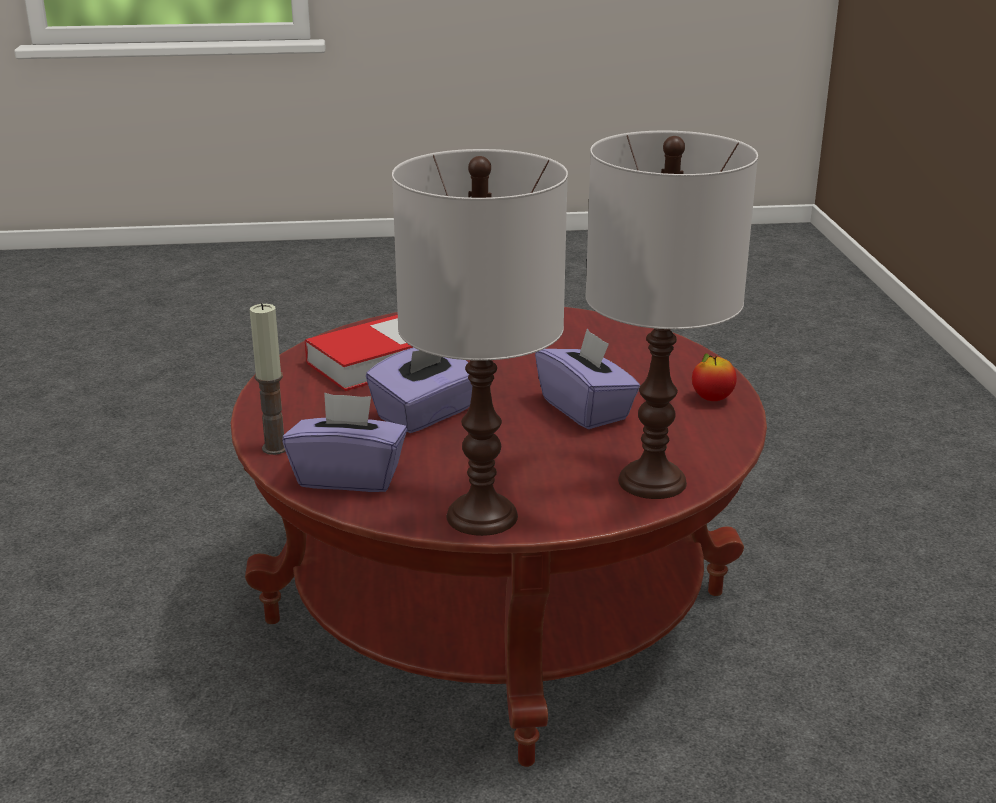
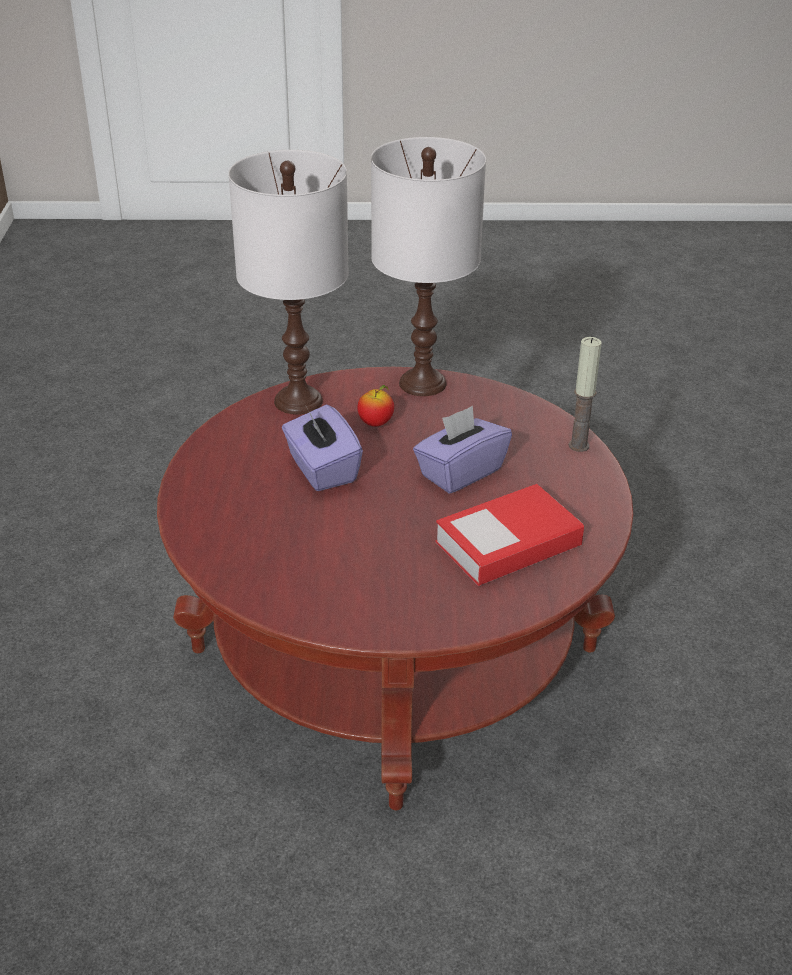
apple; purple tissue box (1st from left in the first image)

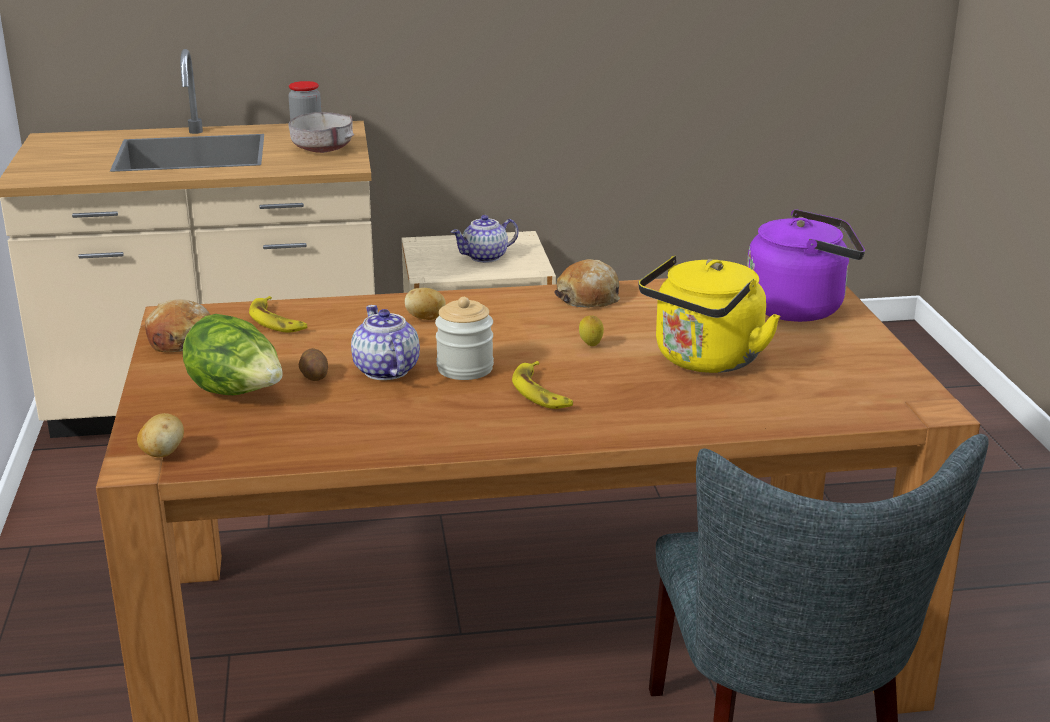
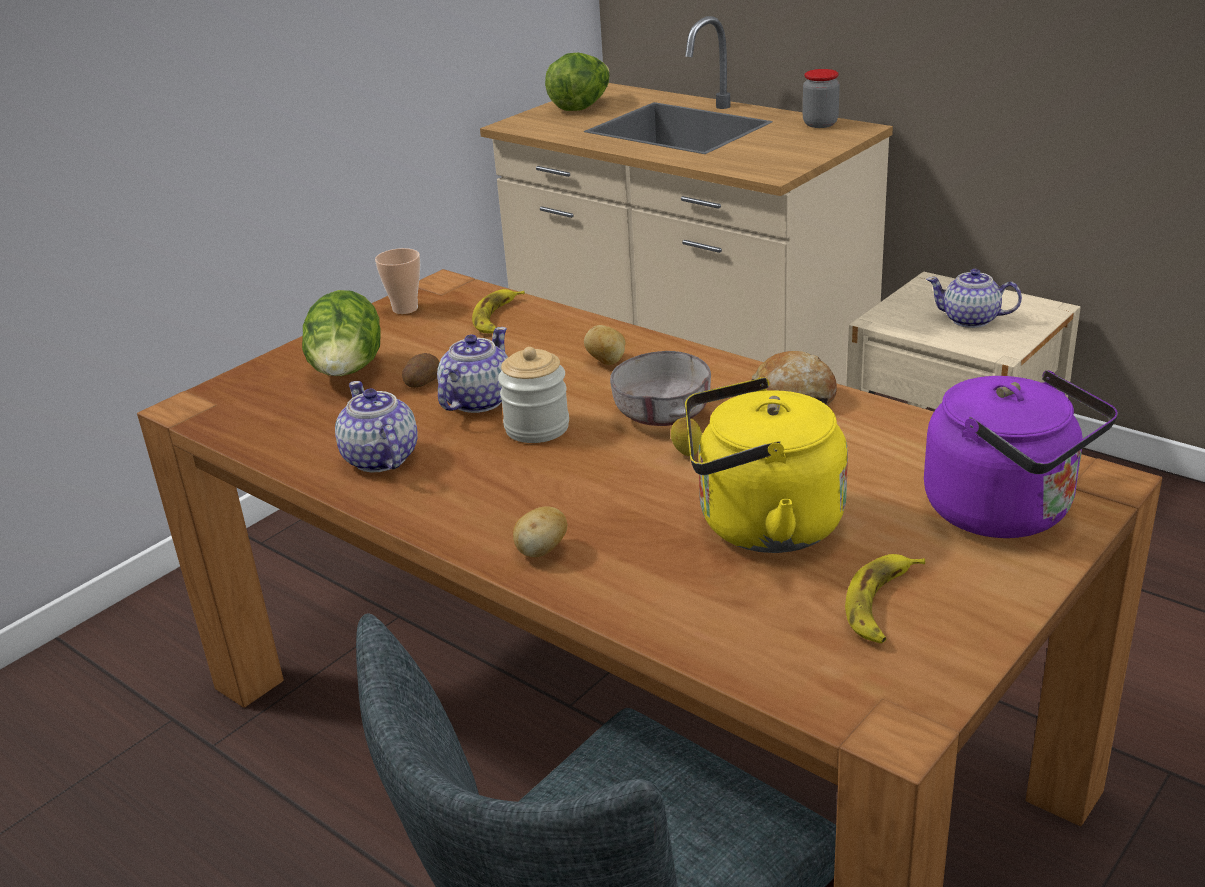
grey bowl; cup; banana (2nd from left); potato (2nd from left); lettuce (2nd from left); teapot (1st from left)

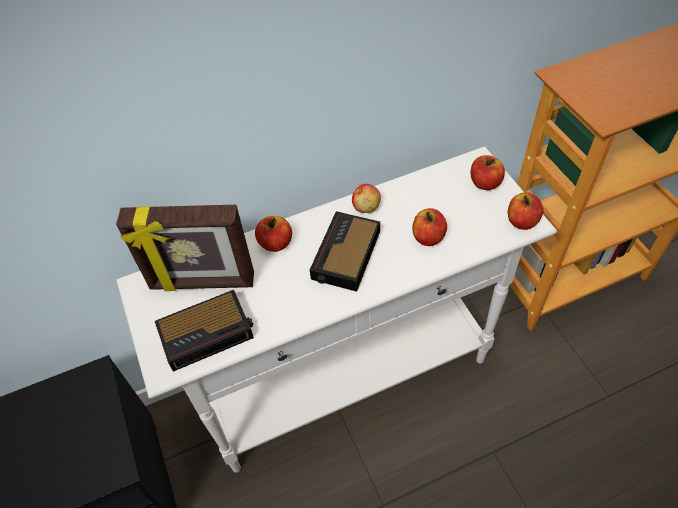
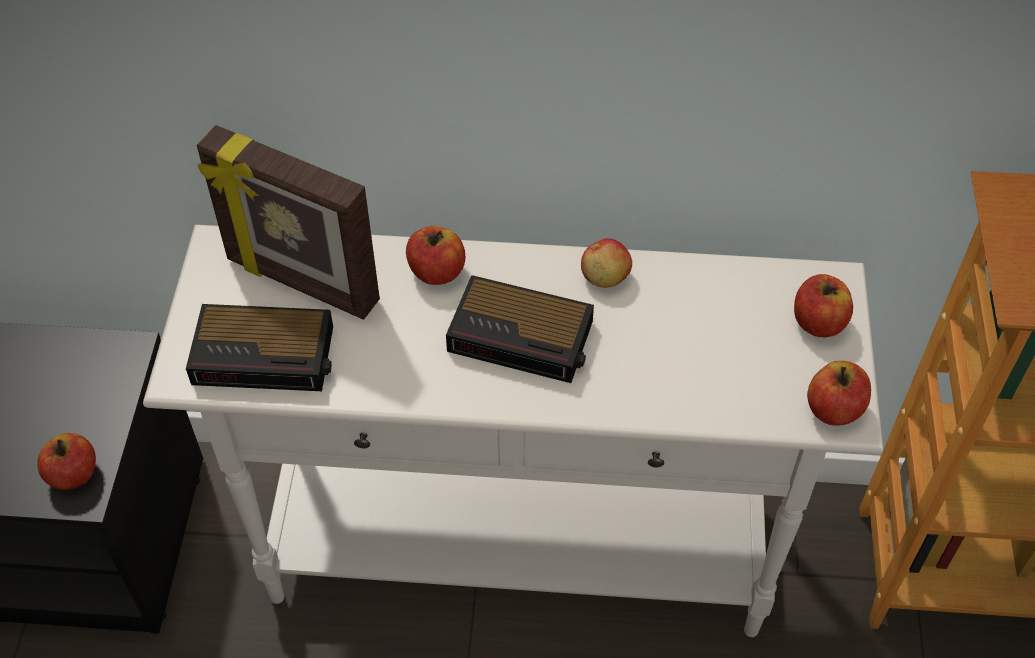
apple (1st from left); alarm clock (2nd from left)

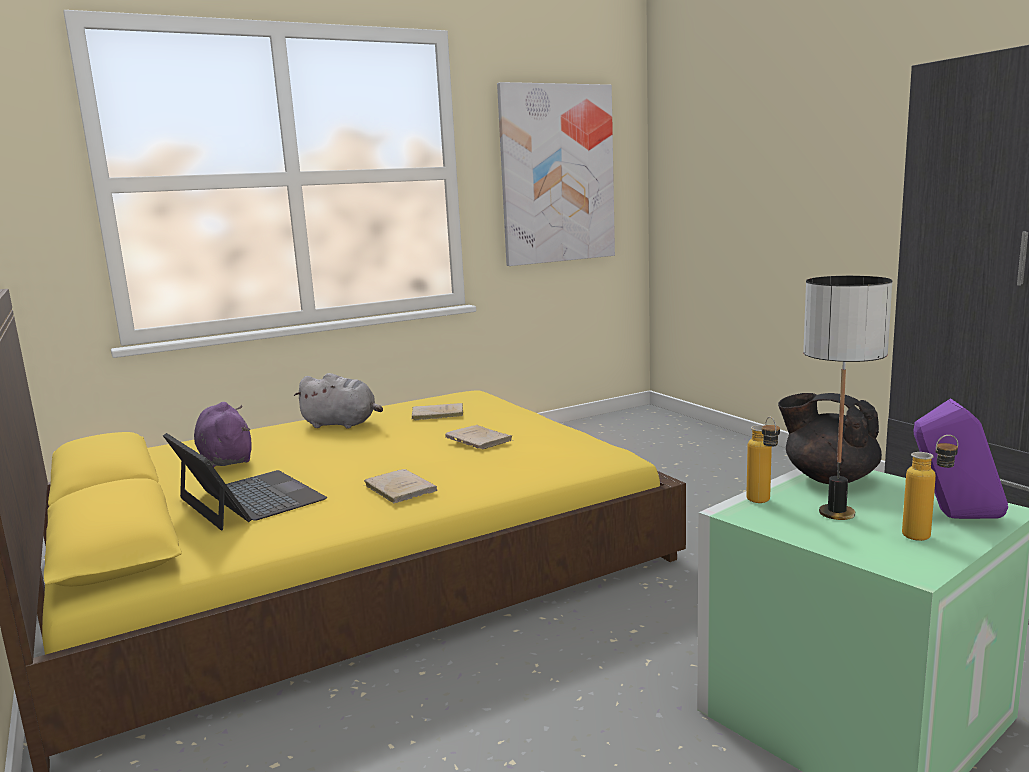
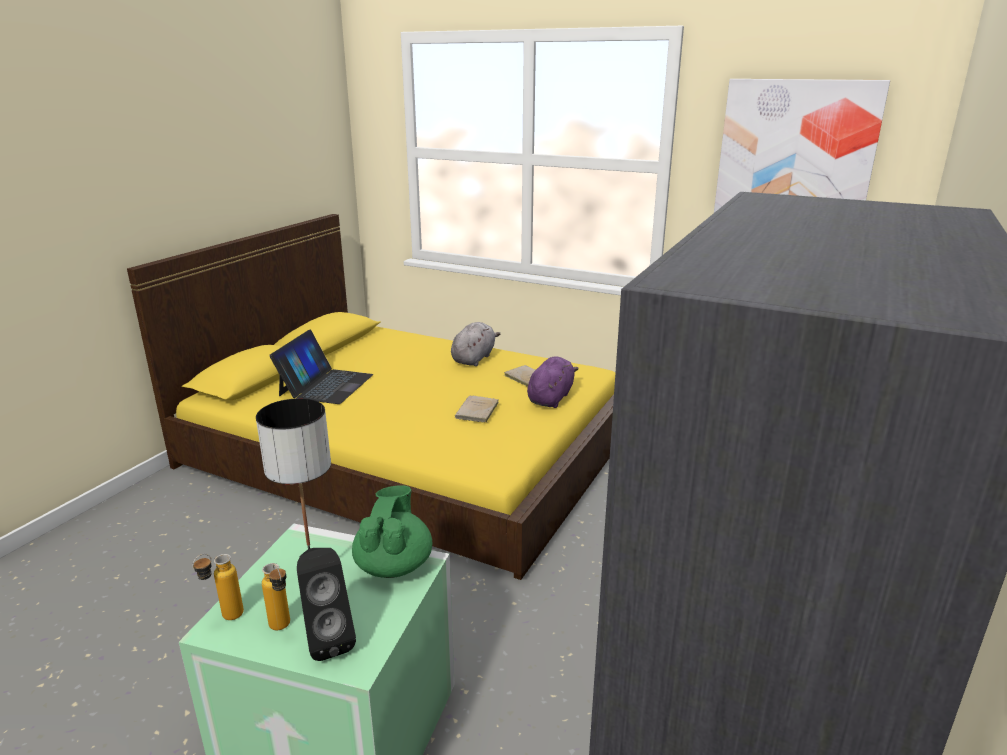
grey plush toy; green teapot; black speaker; purple plush toy; bottle (1st from left); beige book (1st from left in the first image)

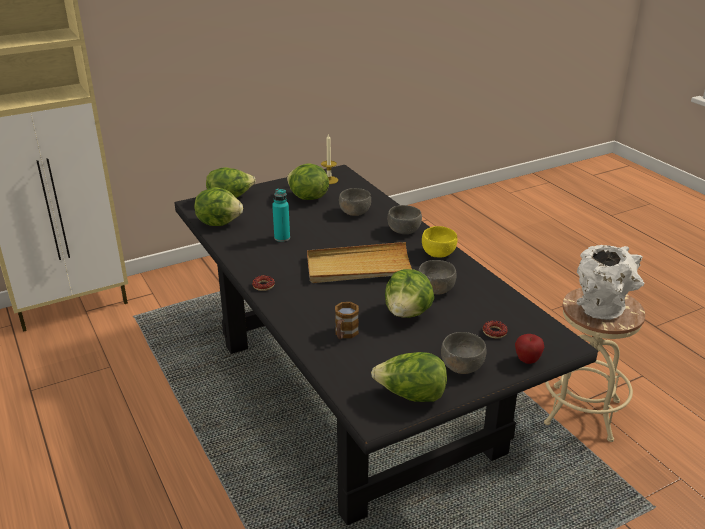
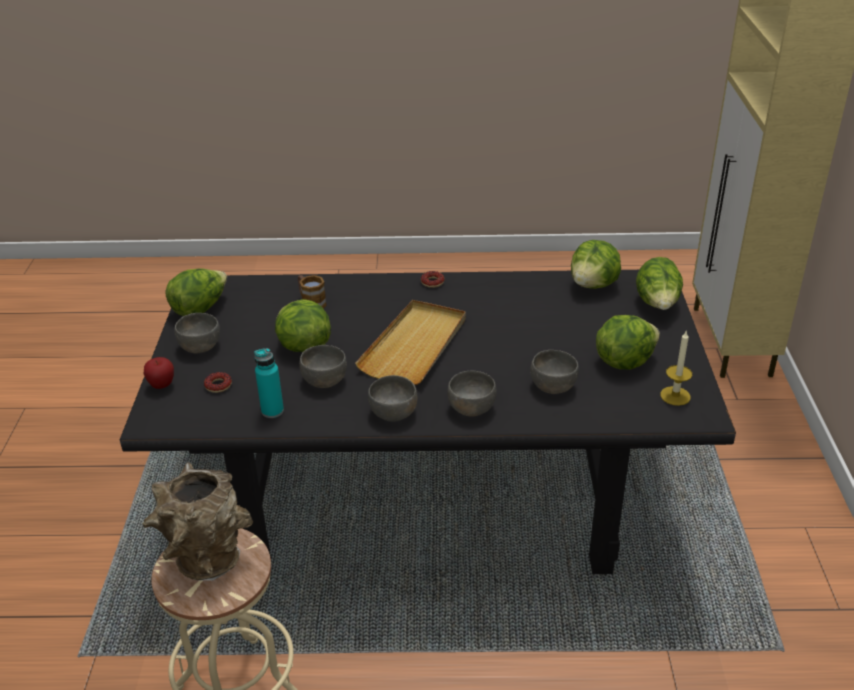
turquoise bottle; grey bowl (3rd from left); brown vase

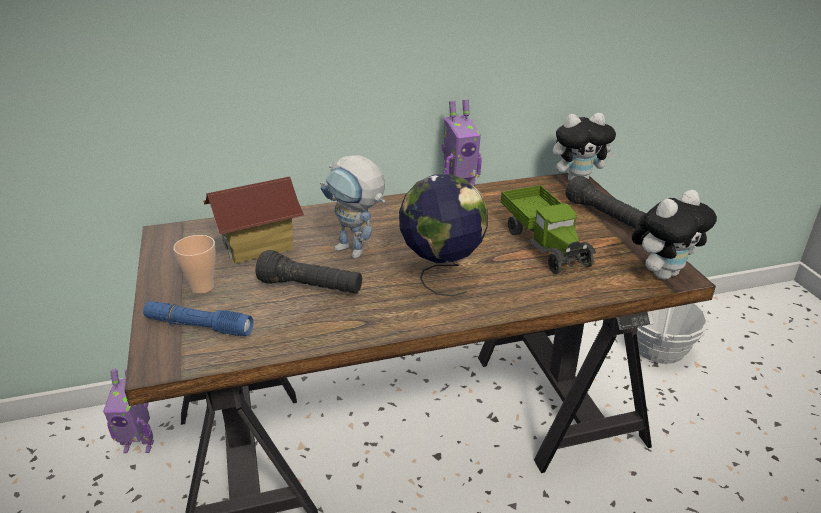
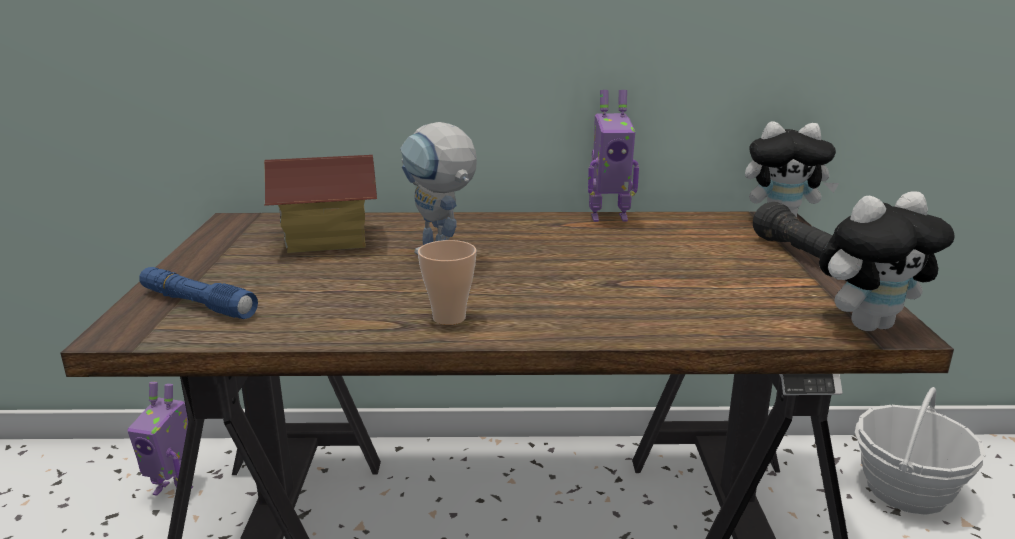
globe; toy truck; cup; black flashlight (1st from left in the first image)

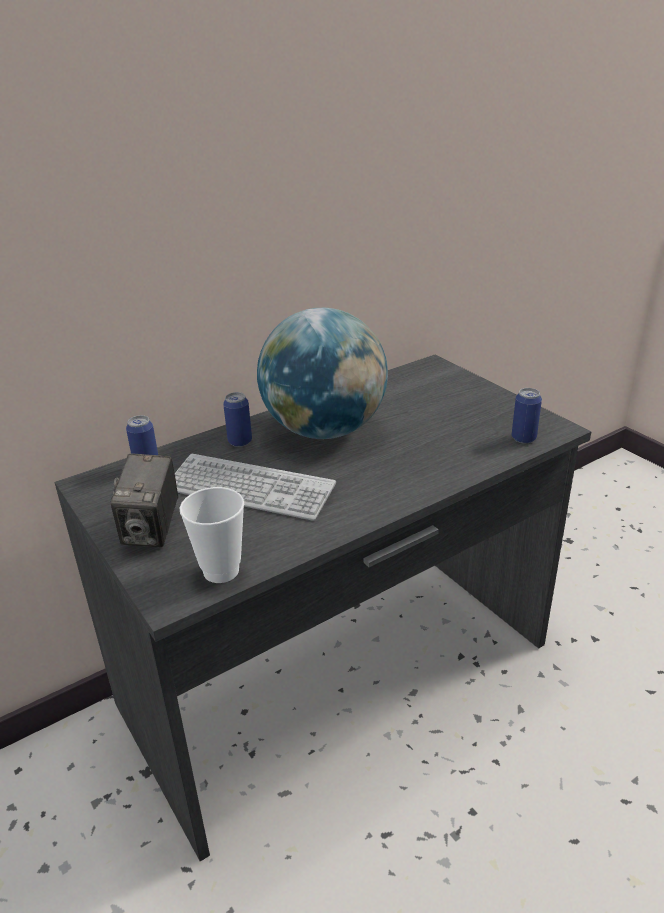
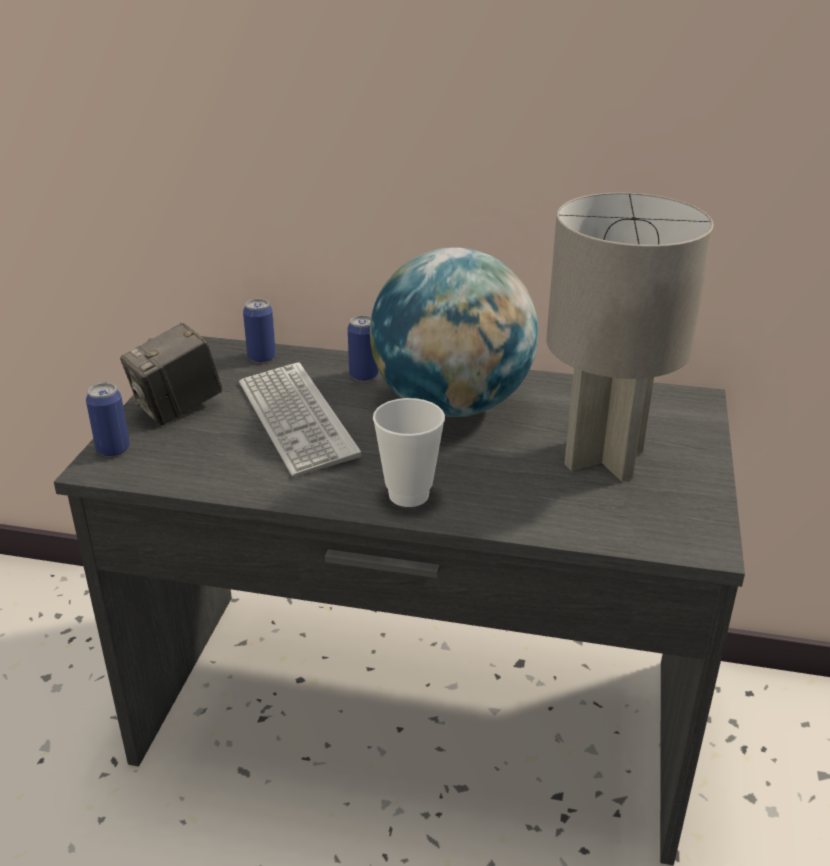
can (1st from left); cup; grey table lamp

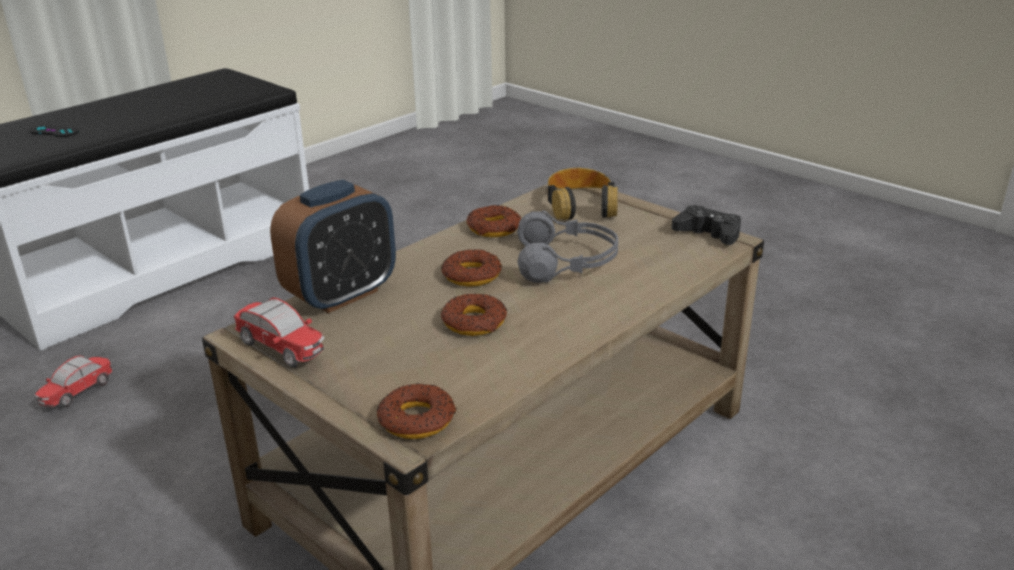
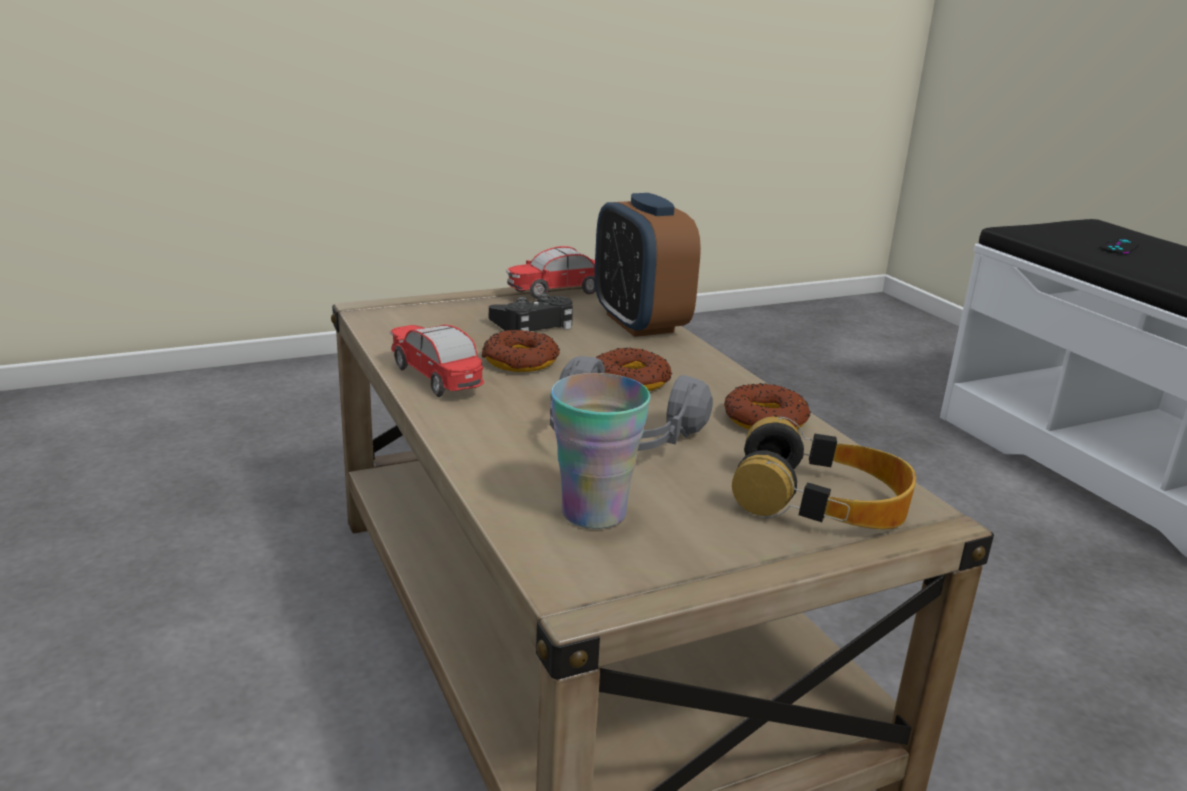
black game controller (1st from left); toy car (1st from left); donut (1st from left in the first image); cup

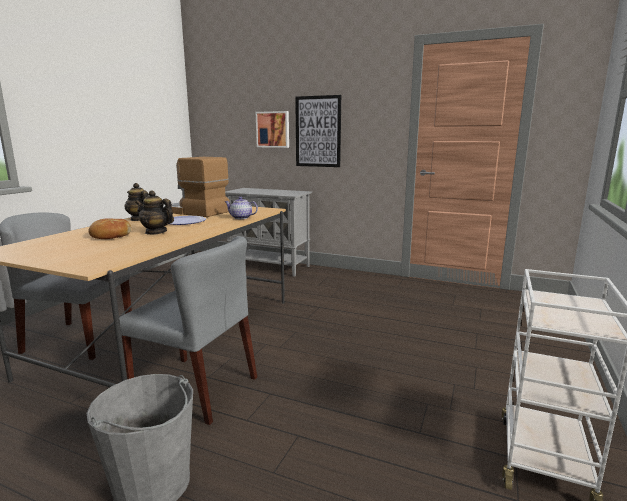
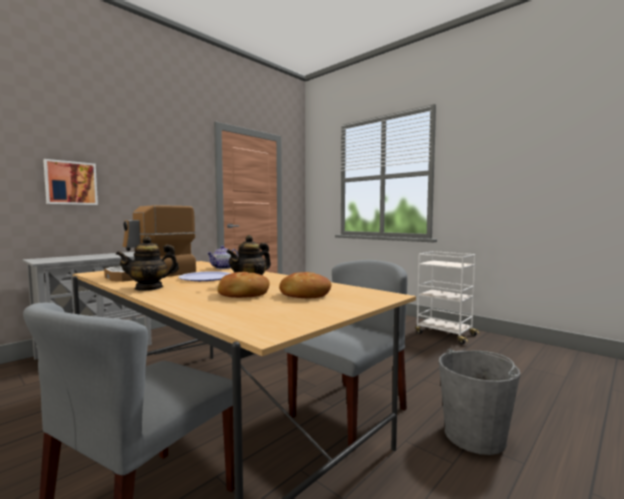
picture (2nd from left in the first image); bread (2nd from left)

